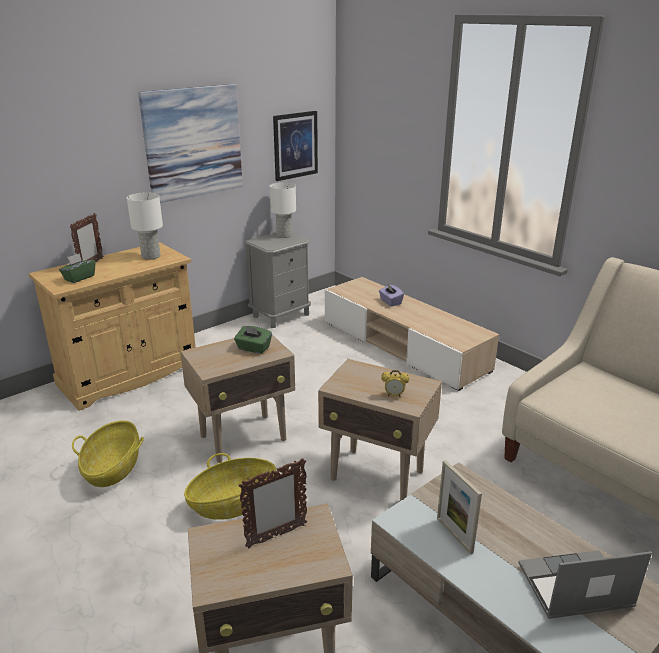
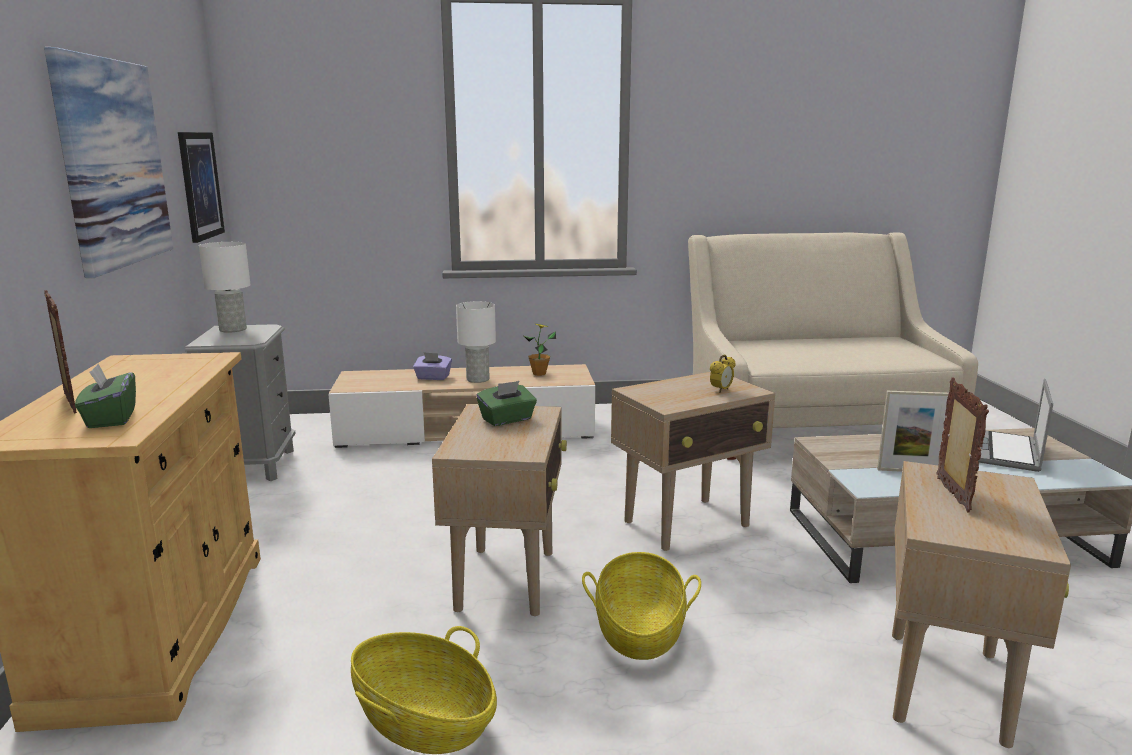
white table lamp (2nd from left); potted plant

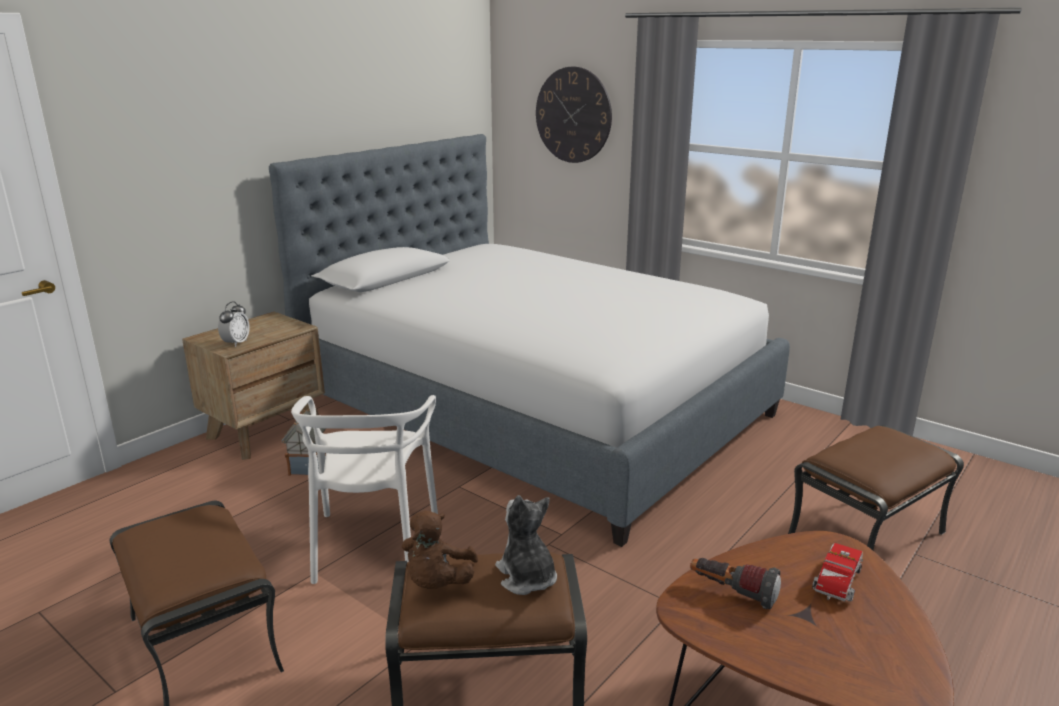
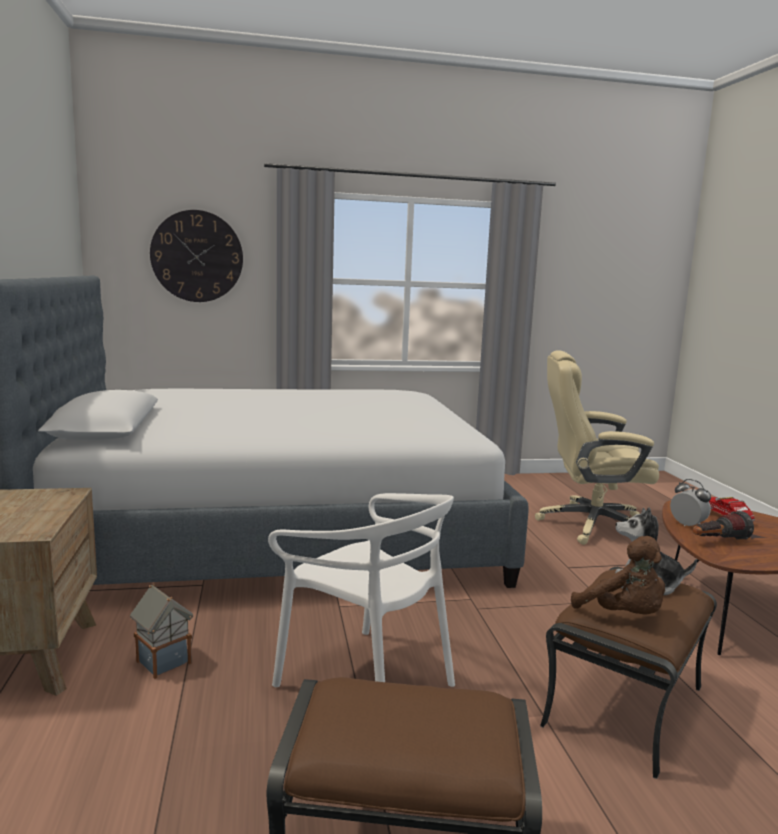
alarm clock; beige office chair

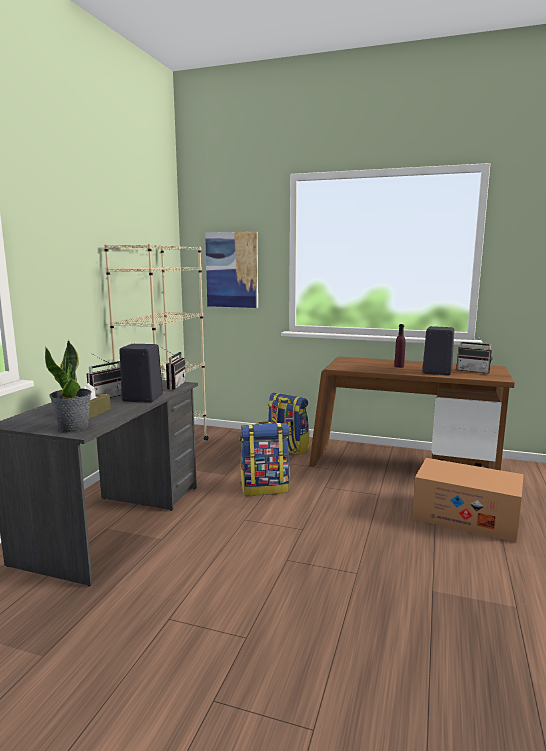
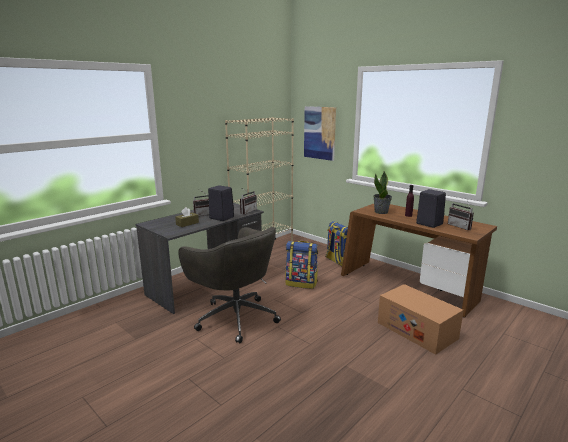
potted plant; grey office chair

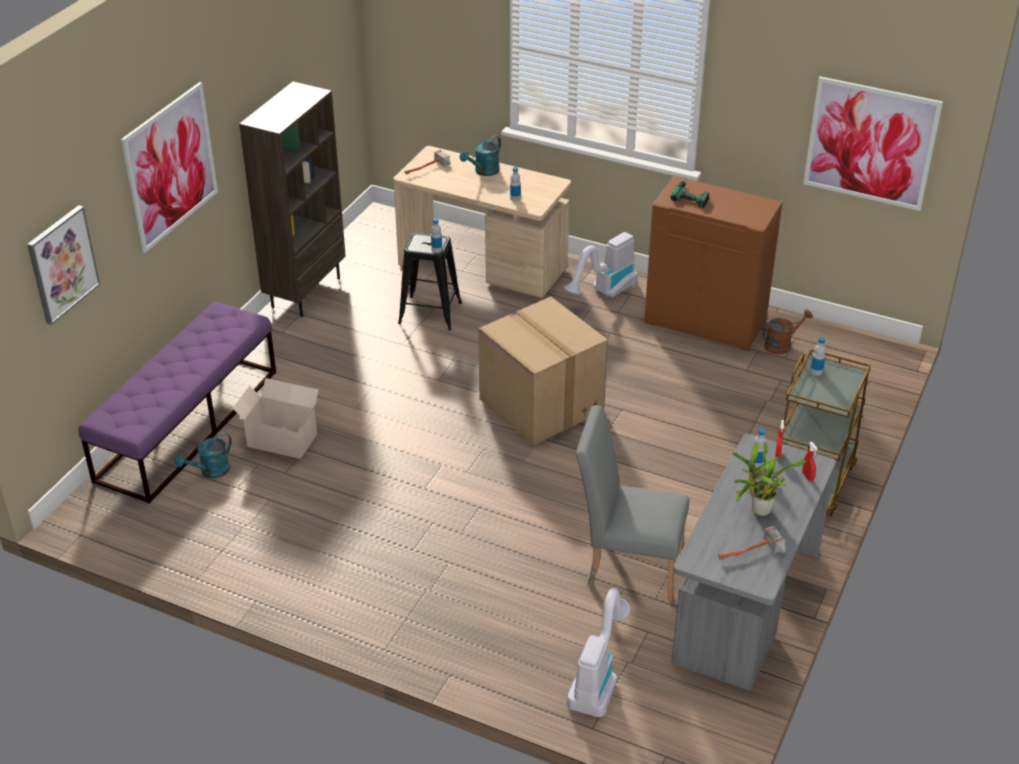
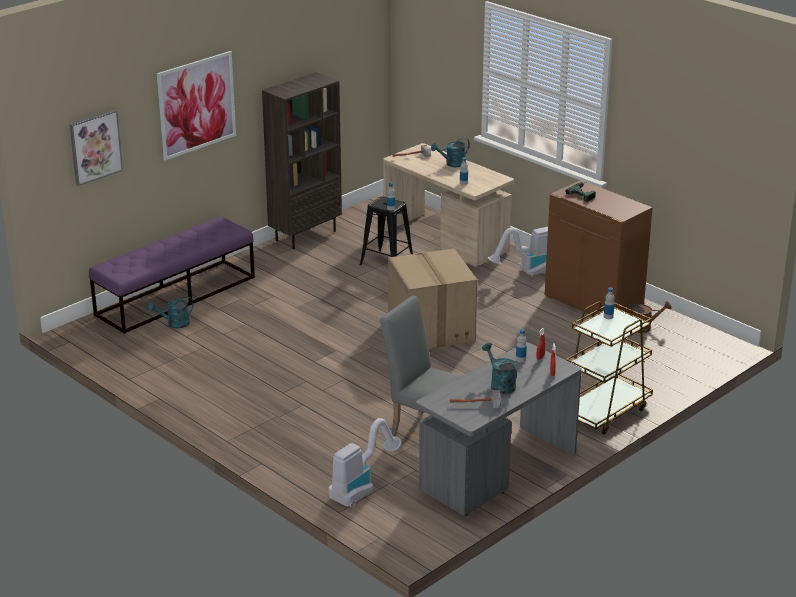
picture (3rd from left in the first image); cardboard box (1st from left in the first image); turquoise watering can (3rd from left)

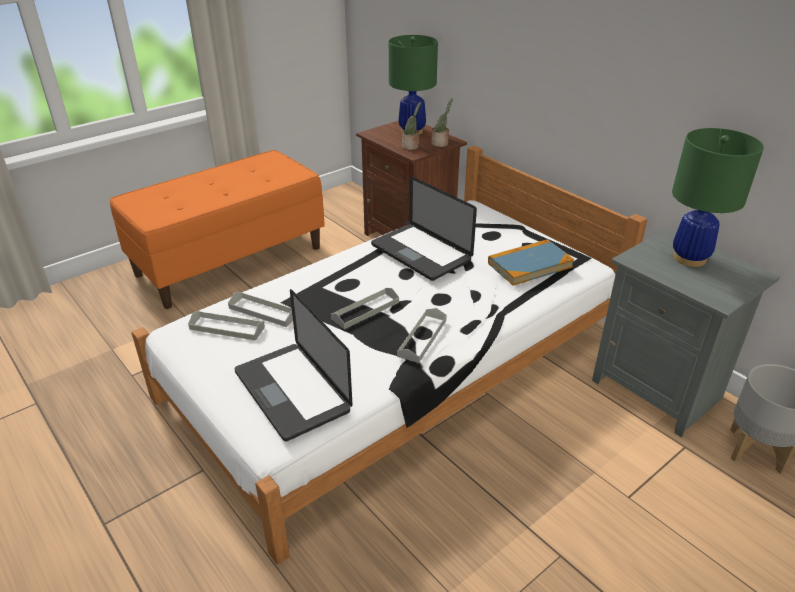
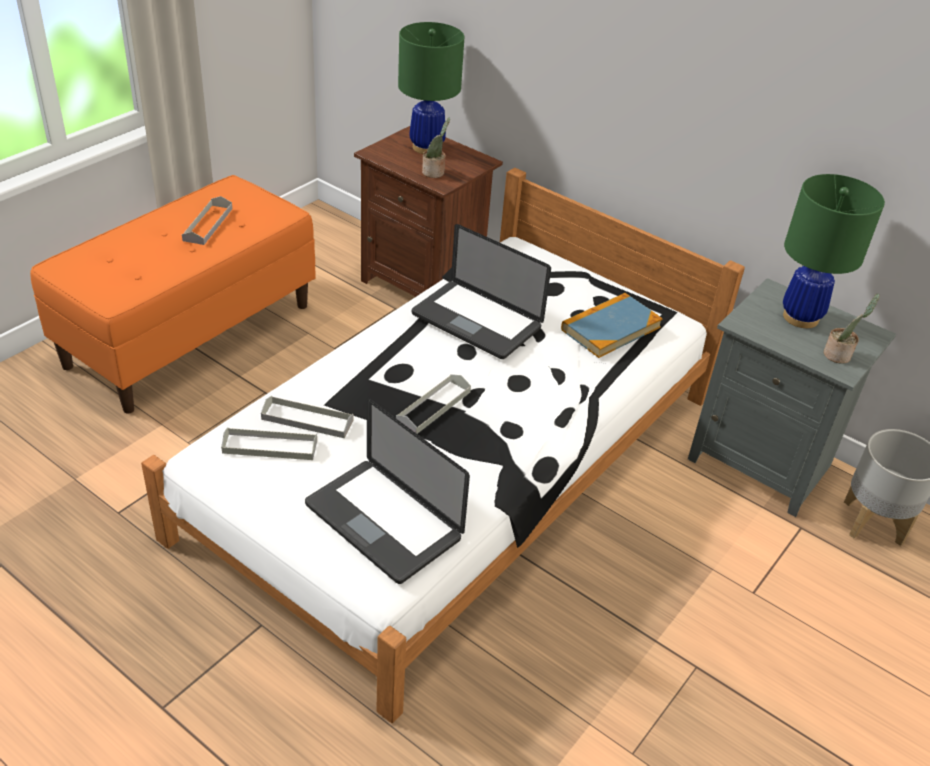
potted plant (2nd from left); grey tray (1st from left)

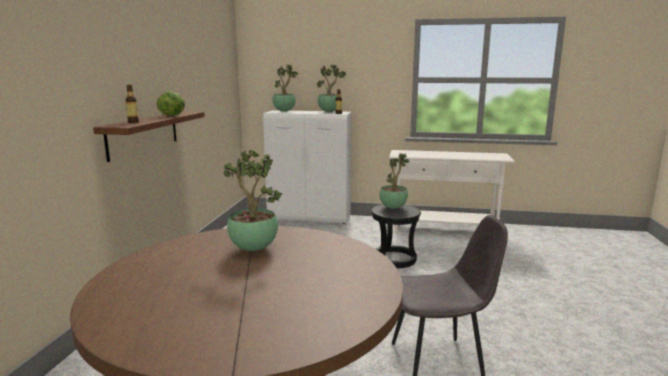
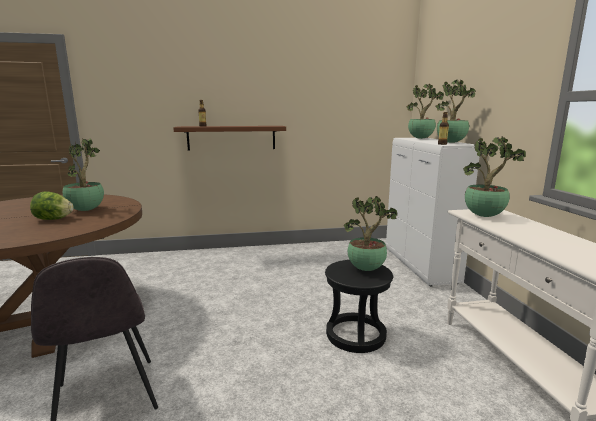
lettuce; potted plant (5th from left)

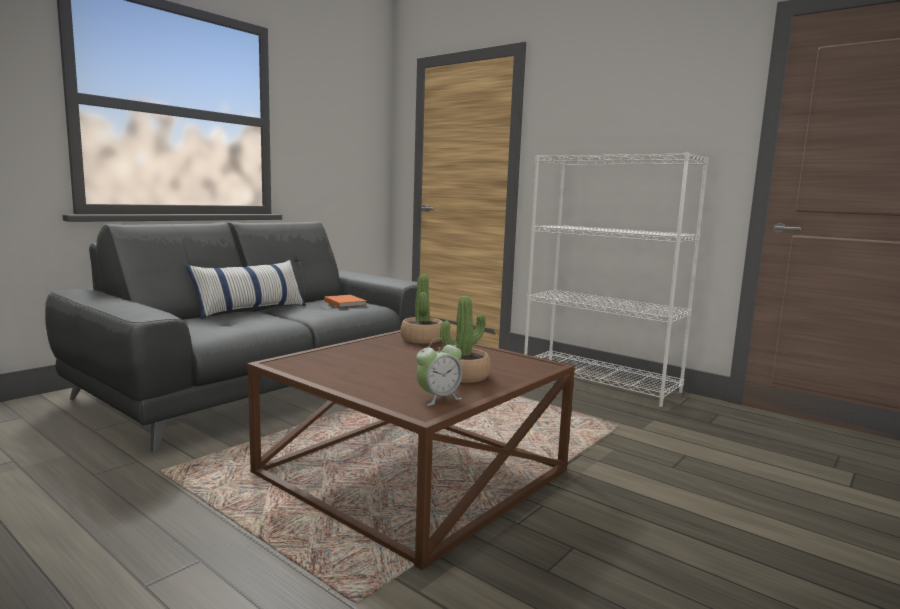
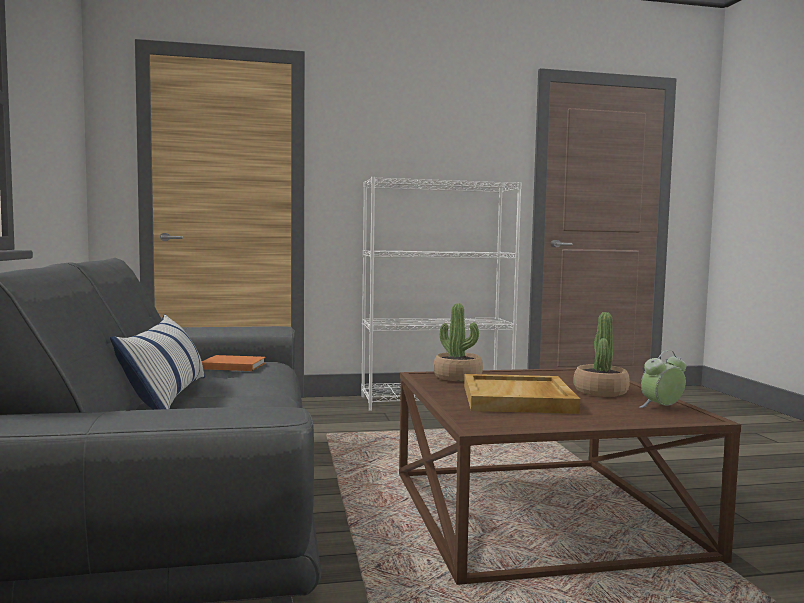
alarm clock; beige tray

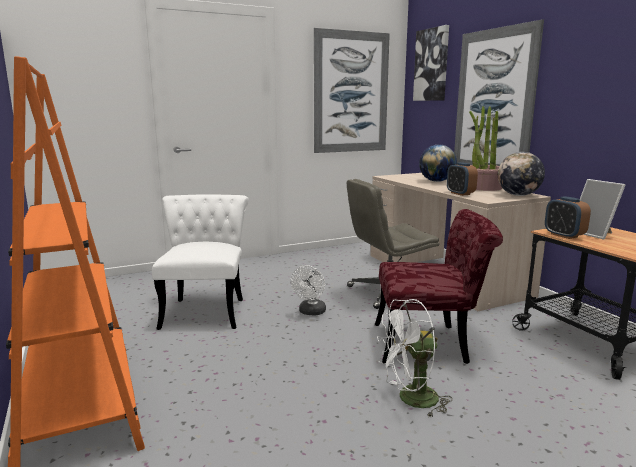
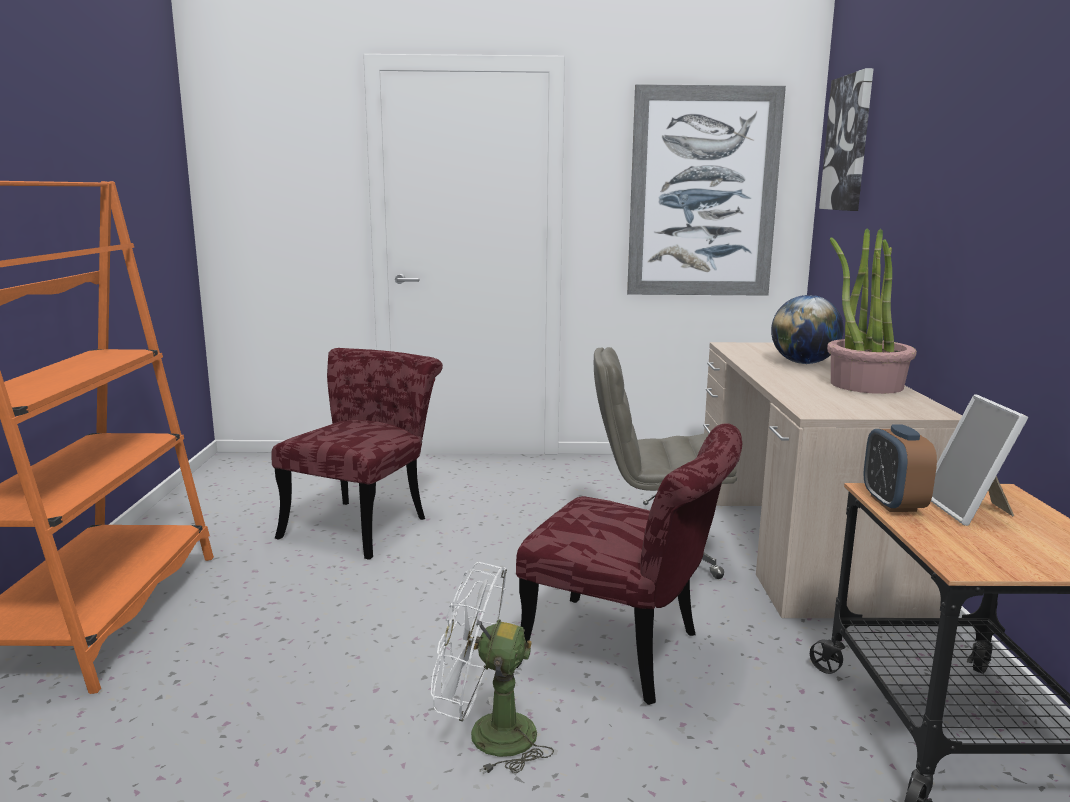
picture (3rd from left in the first image); globe (2nd from left in the first image); alarm clock (1st from left in the first image); red chair (1st from left); white fan (1st from left in the first image)

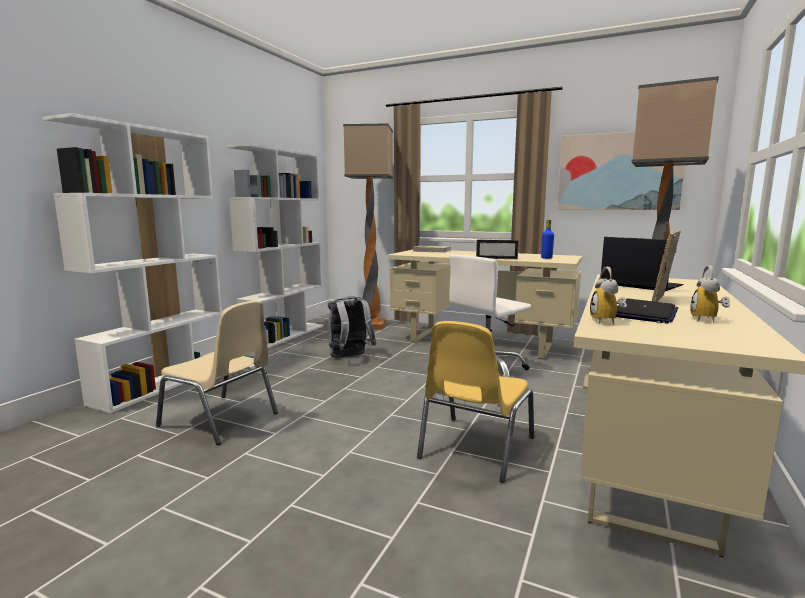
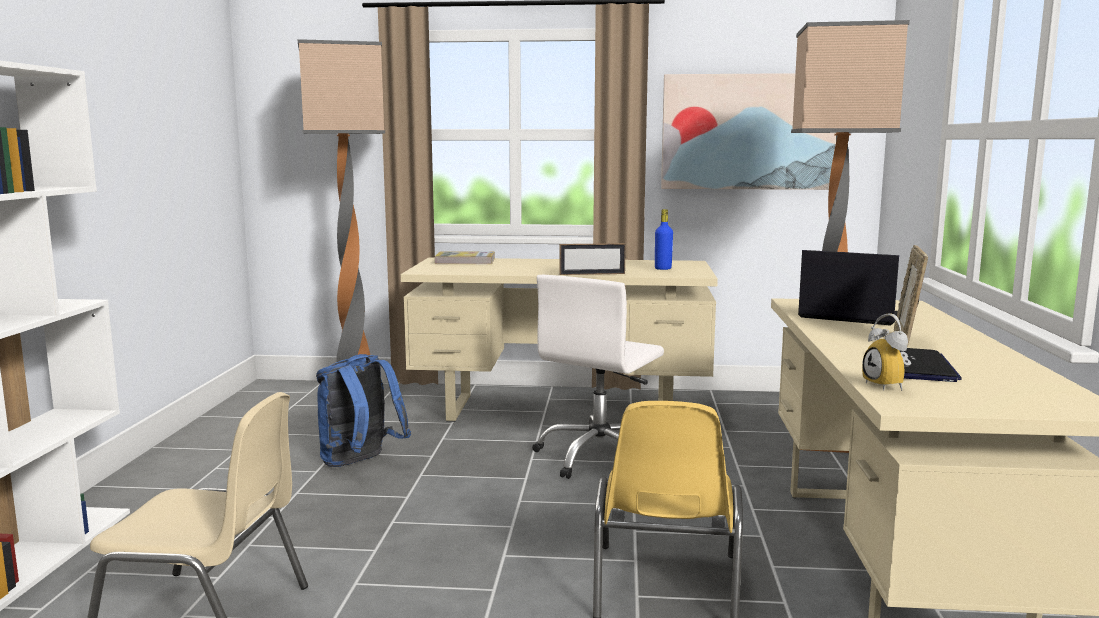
white bookcase (2nd from left in the first image); alarm clock (2nd from left in the first image); blue backpack

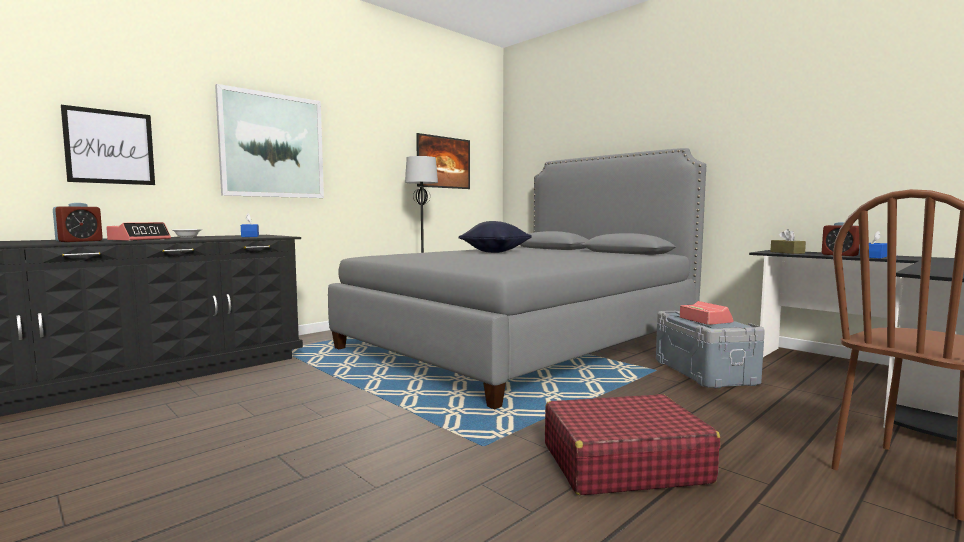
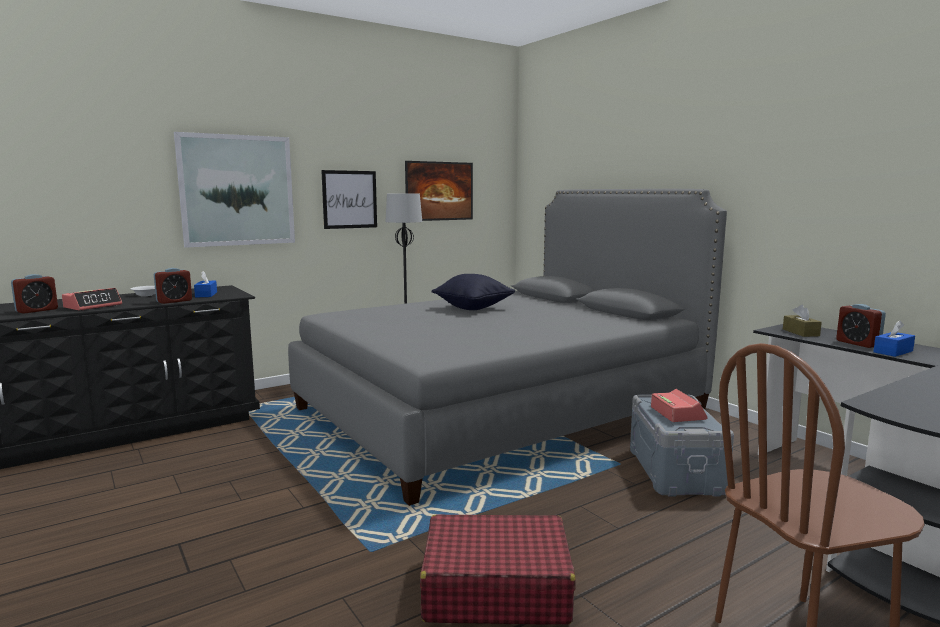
picture (2nd from left); alarm clock (3rd from left)

